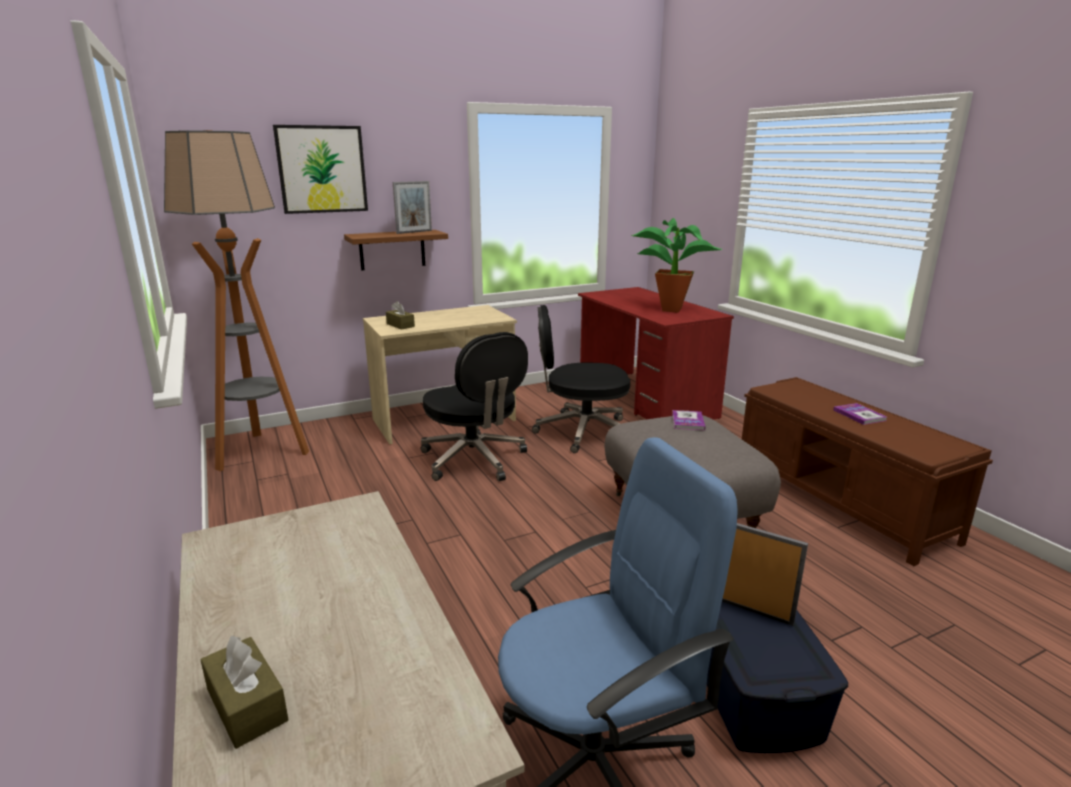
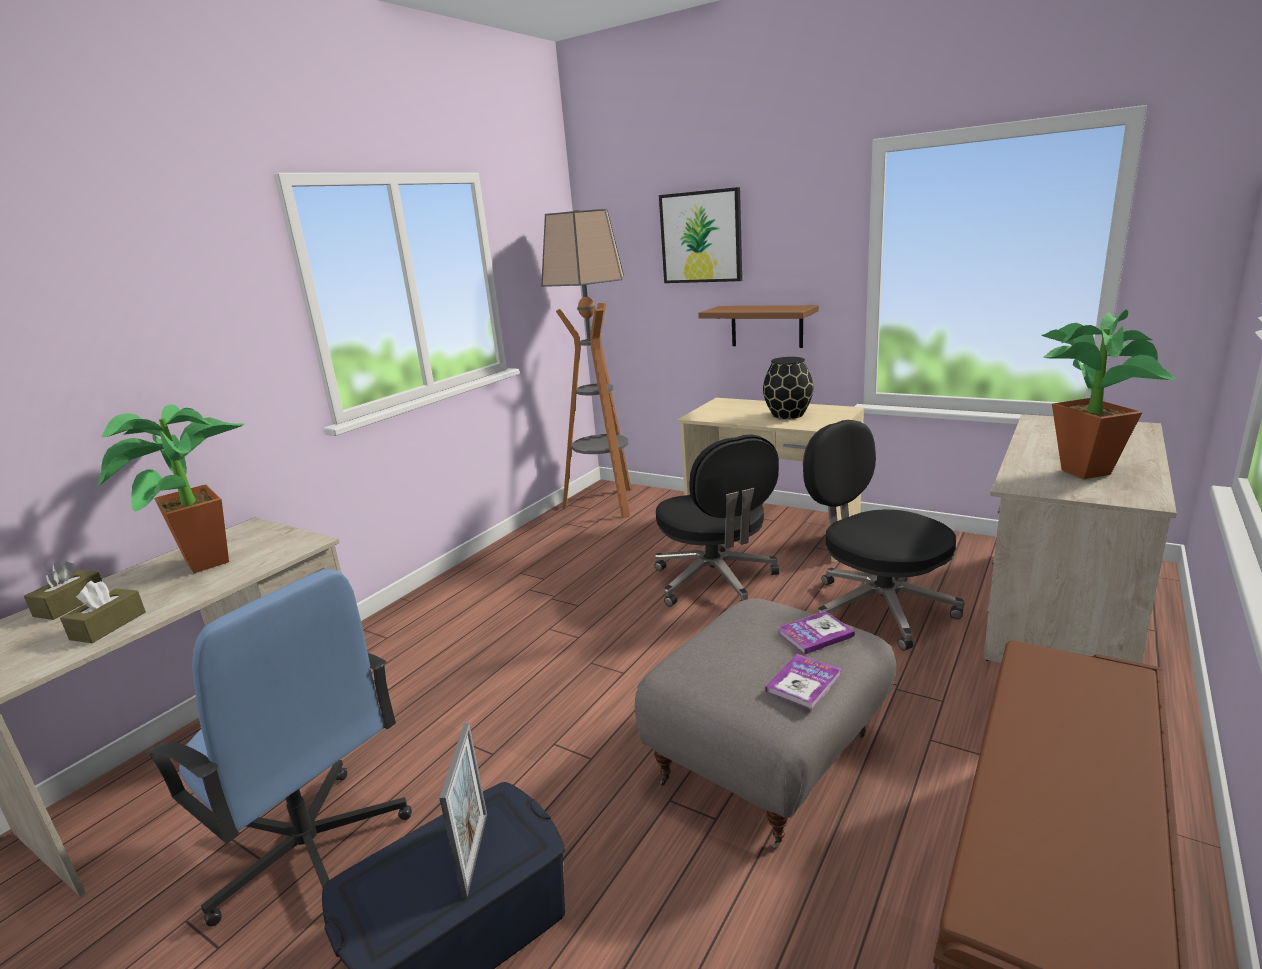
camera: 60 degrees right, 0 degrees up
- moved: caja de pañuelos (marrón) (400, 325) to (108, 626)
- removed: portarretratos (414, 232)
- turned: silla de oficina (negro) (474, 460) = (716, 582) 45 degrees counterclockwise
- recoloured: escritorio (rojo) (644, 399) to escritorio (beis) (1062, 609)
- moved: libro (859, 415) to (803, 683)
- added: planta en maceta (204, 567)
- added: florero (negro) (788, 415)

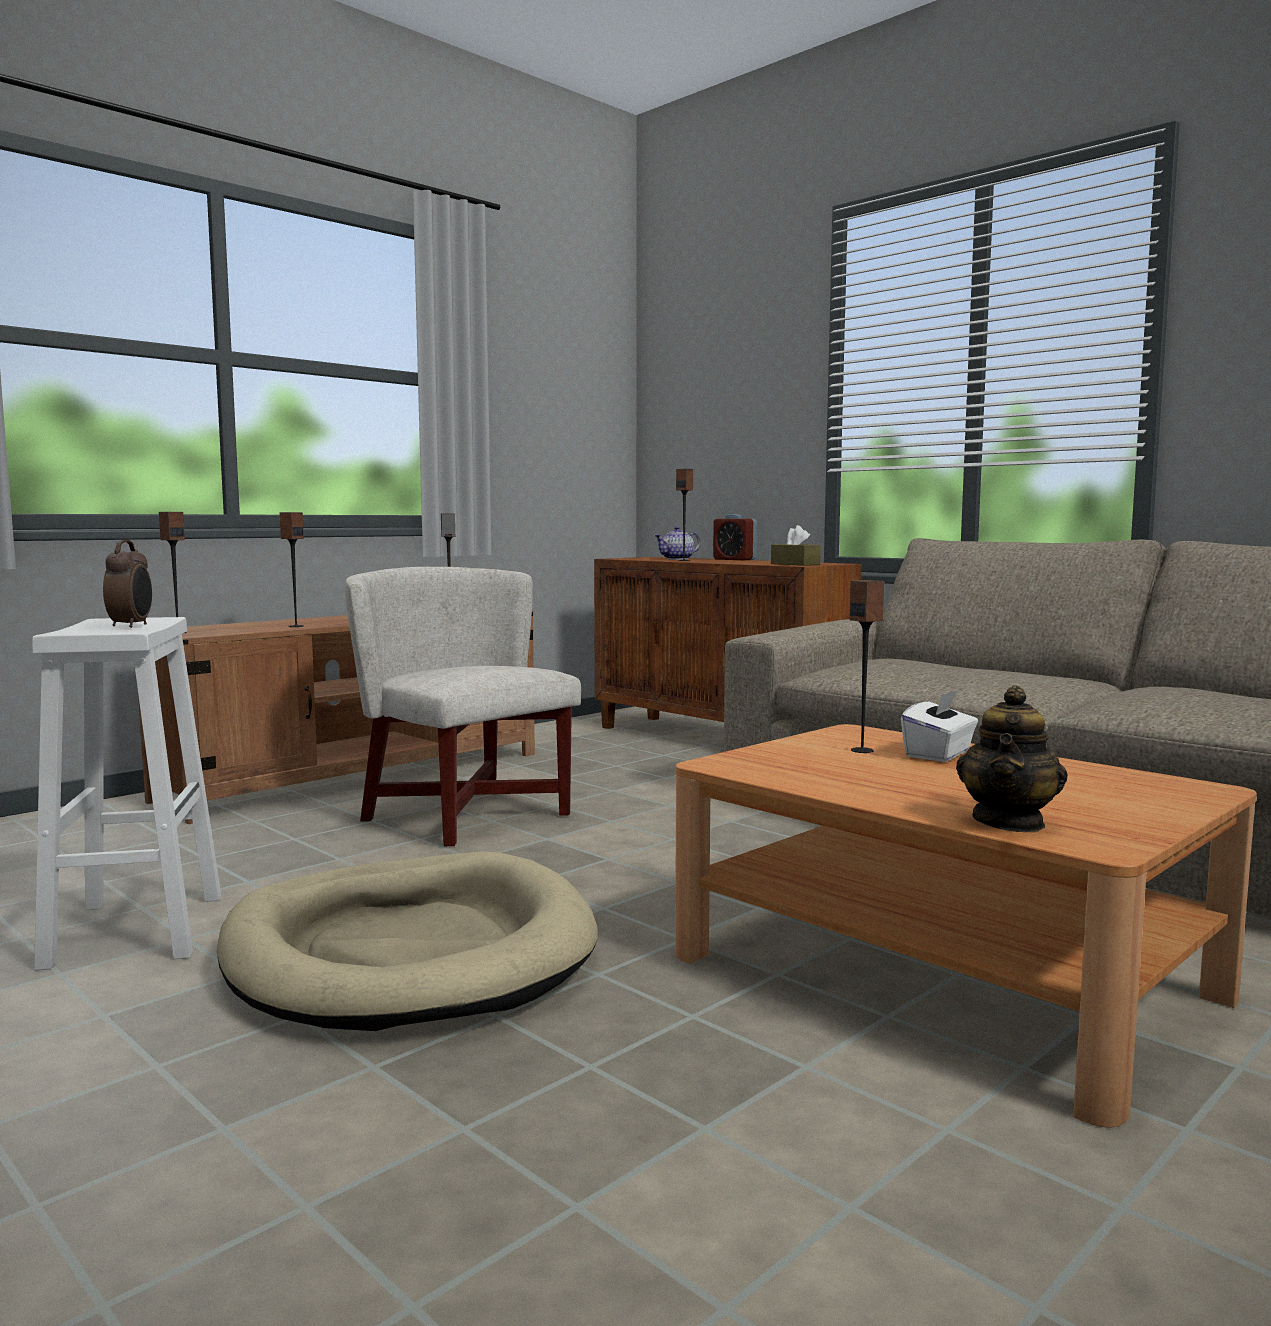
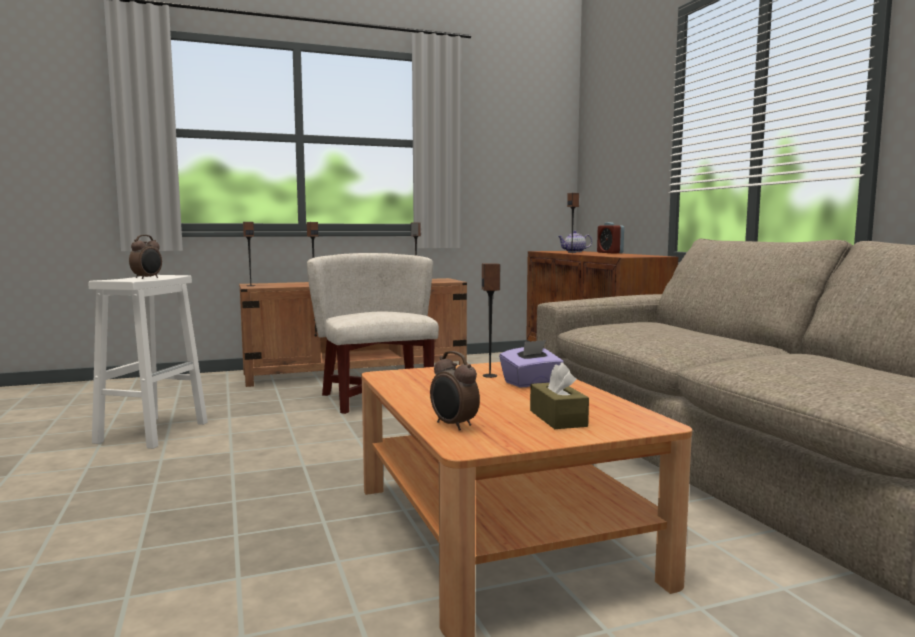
camera: 25 degrees right, 0 degrees up
- removed: cama para perro (beis) (409, 952)
- moved: caja de pañuelos (marrón) (795, 564) to (558, 418)
- recoloured: caja de pañuelos (blanco) (939, 754) to caja de pañuelos (morado) (531, 383)
- replaced: tetera (1009, 822) to despertador (453, 425)

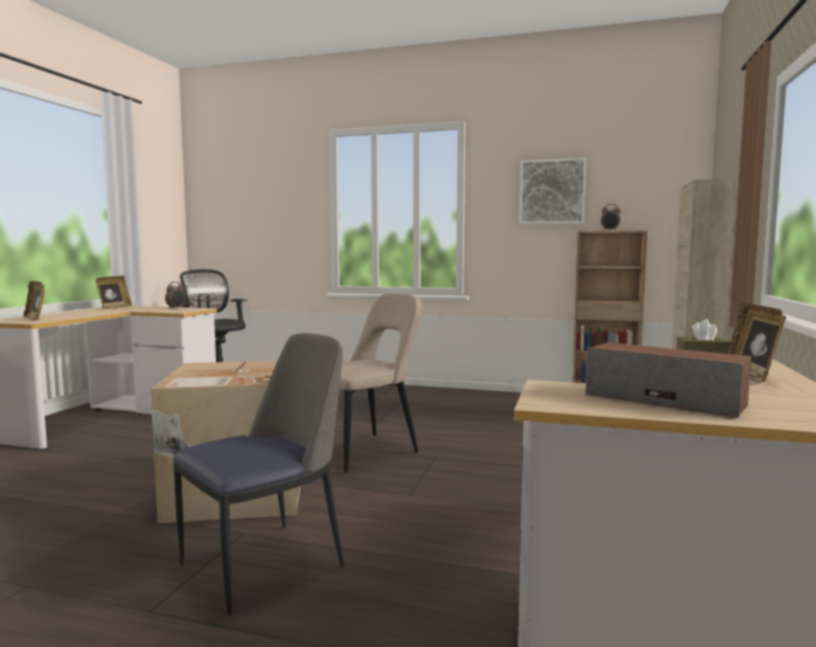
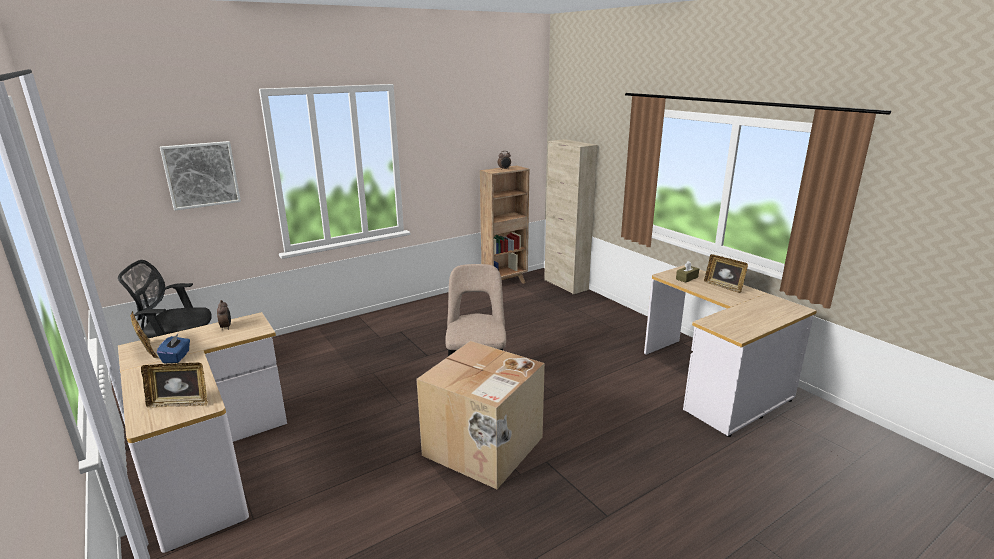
camera: 50 degrees left, 15 degrees up
- removed: silla (267, 564)
- moved: cuadro (552, 192) to (201, 175)
- removed: altavoz (664, 400)
- added: caja de pañuelos (azul) (176, 357)

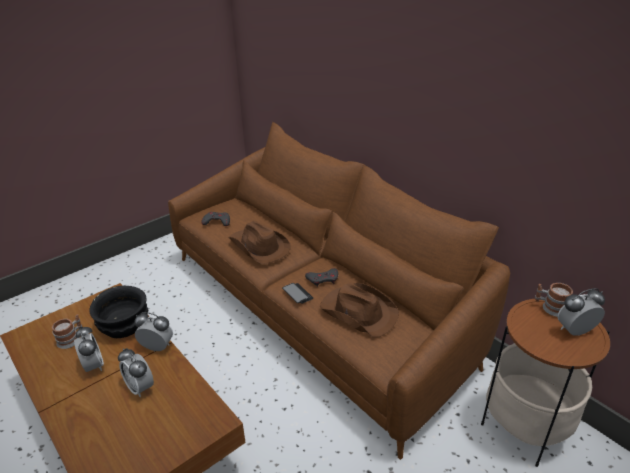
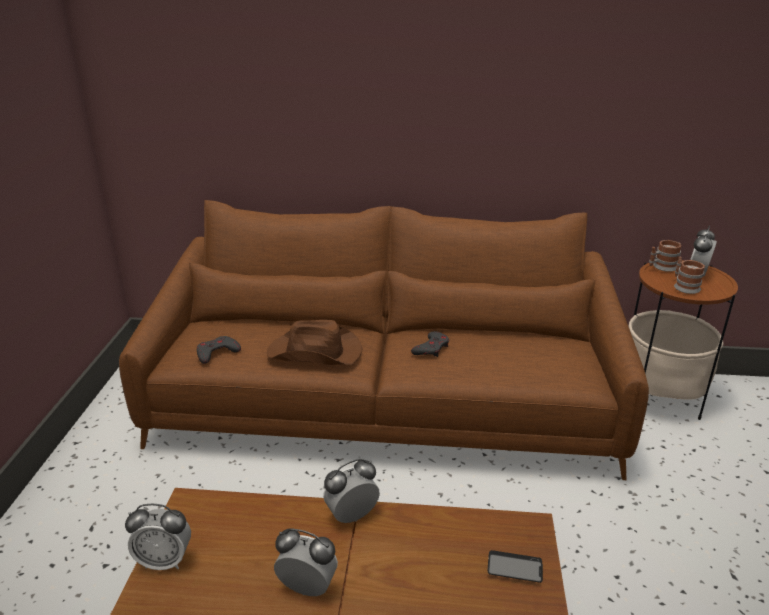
camera: 45 degrees left, 5 degrees down
- moved: taza grande (71, 339) to (684, 286)
- removed: cuenco (negro) (125, 326)
- moved: despertador (140, 387) to (165, 561)
- moved: móvil (297, 294) to (514, 567)
- removed: sombrero (marrón) (358, 311)

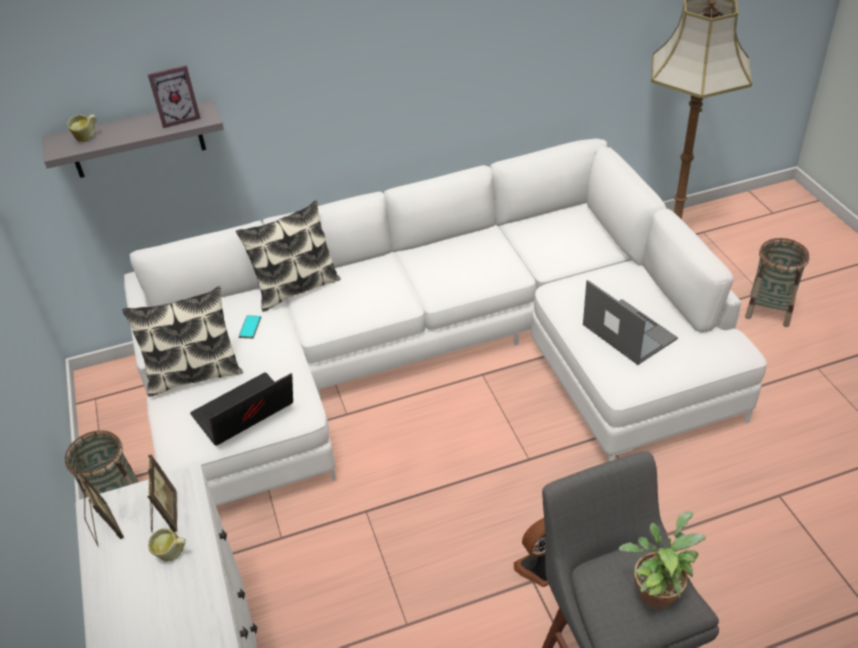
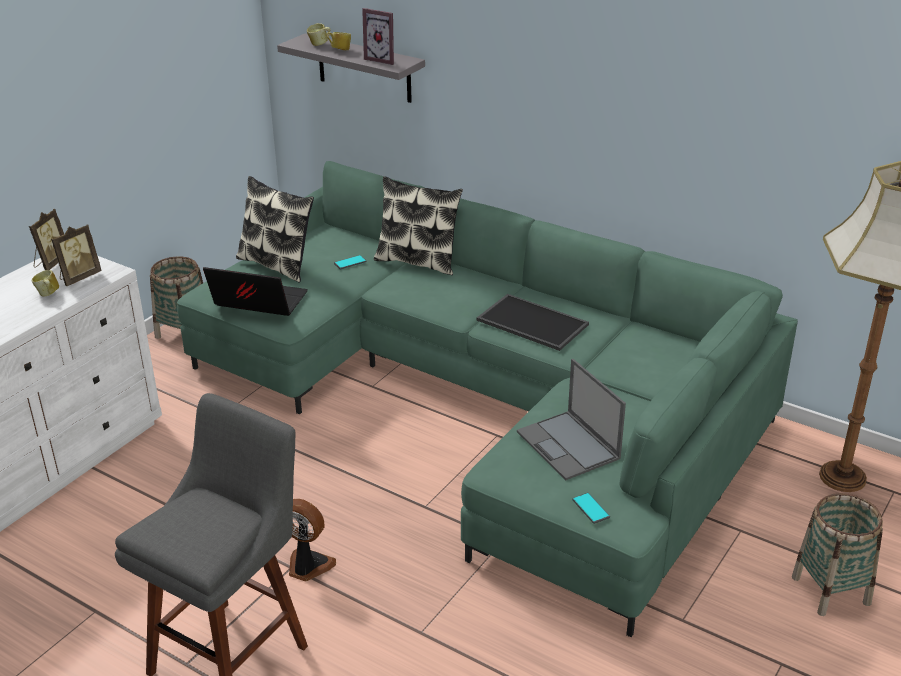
camera: 50 degrees right, 10 degrees down
- recoloured: sofá (blanco) (439, 359) to sofá (verde) (488, 403)
- turned: portátil (628, 331) = (569, 446) 135 degrees clockwise
- removed: planta en maceta (656, 591)
- added: taza grande (339, 50)
- added: bandeja (530, 323)
- added: móvil (591, 508)

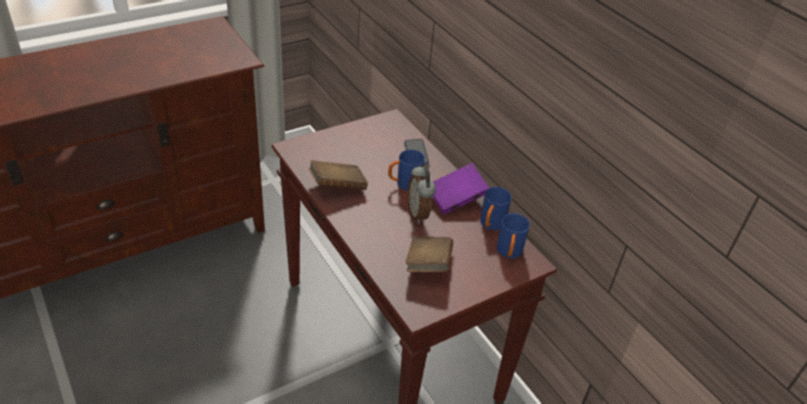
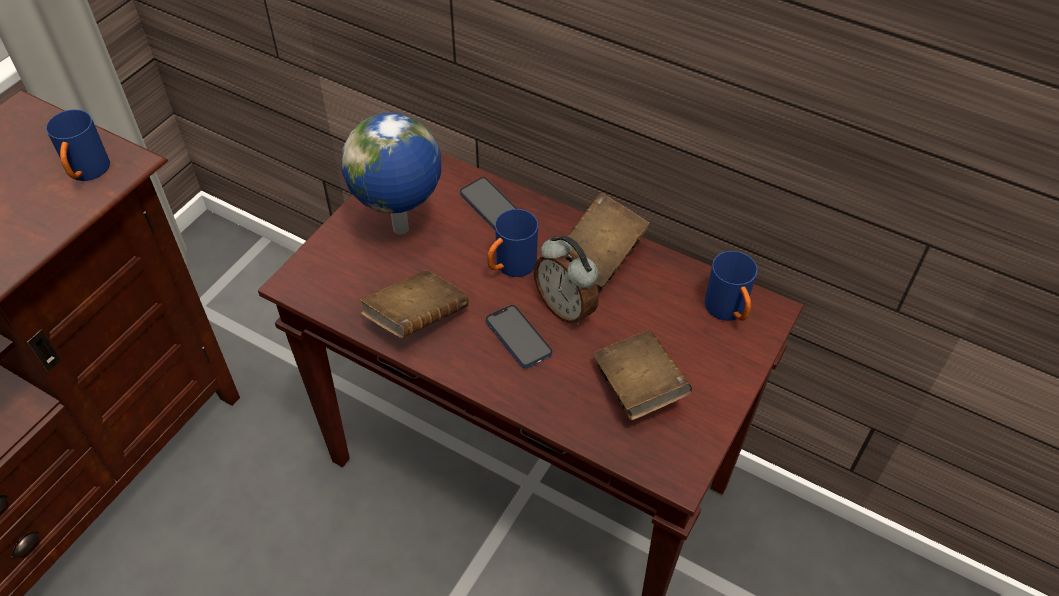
camera: 25 degrees left, 10 degrees up
- recoloured: libro (morado) (456, 199) to libro (marrón) (599, 257)
- moved: taza grande (azul) (490, 225) to (87, 173)
- added: globo terráqueo (402, 230)
- added: móvil (518, 337)

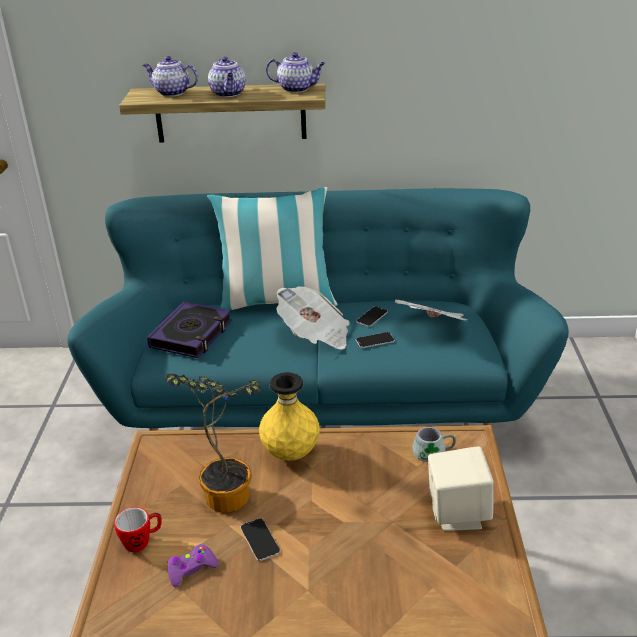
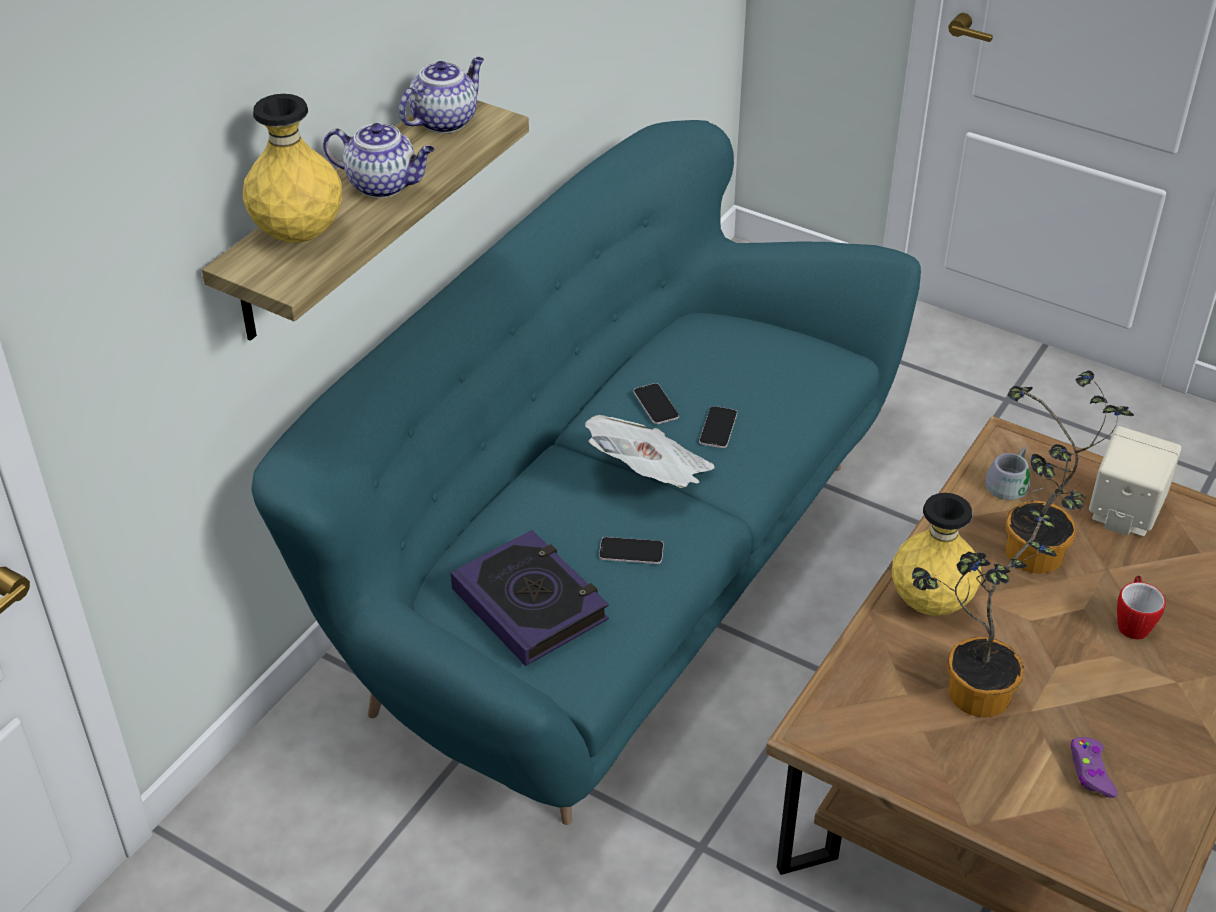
camera: 60 degrees left, 10 degrees up
- moved: taza grande (142, 541) to (1132, 622)
- replaced: tetera (171, 93) to florero (amarillo) (298, 235)
- removed: cojín (277, 300)
- moved: móvil (260, 540) to (631, 551)
- removed: periódico (433, 327)
- added: planta en maceta (1034, 560)

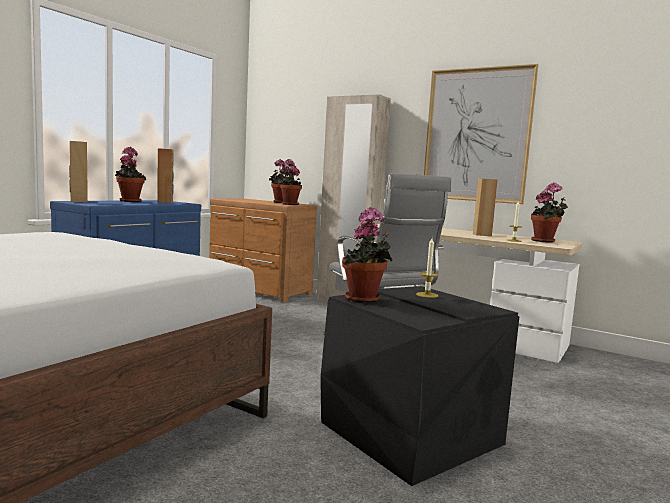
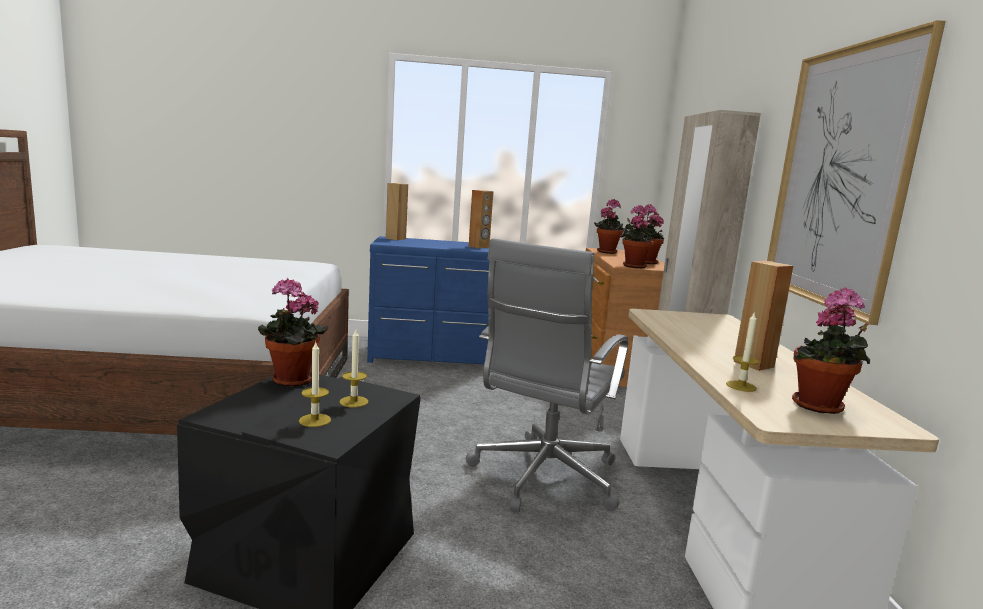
camera: 55 degrees right, 5 degrees up
- moved: planta en maceta (129, 201) to (607, 252)
- added: vela (315, 420)

